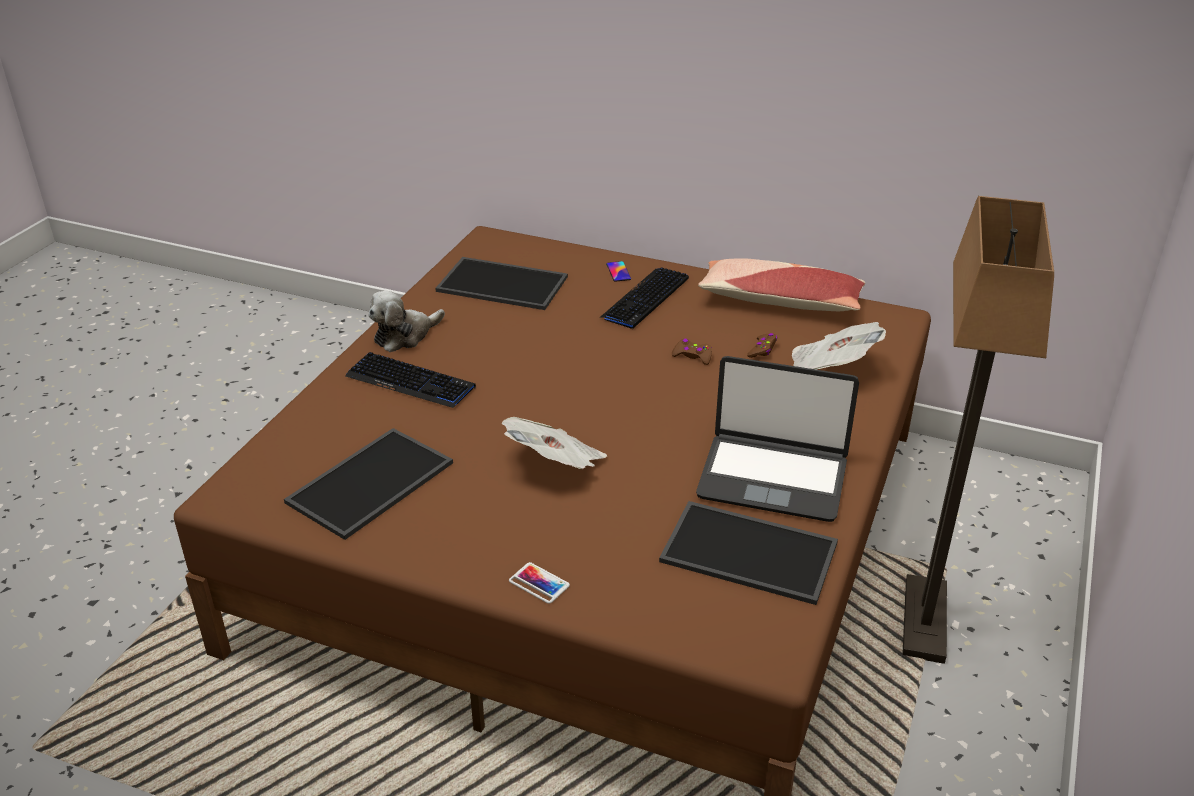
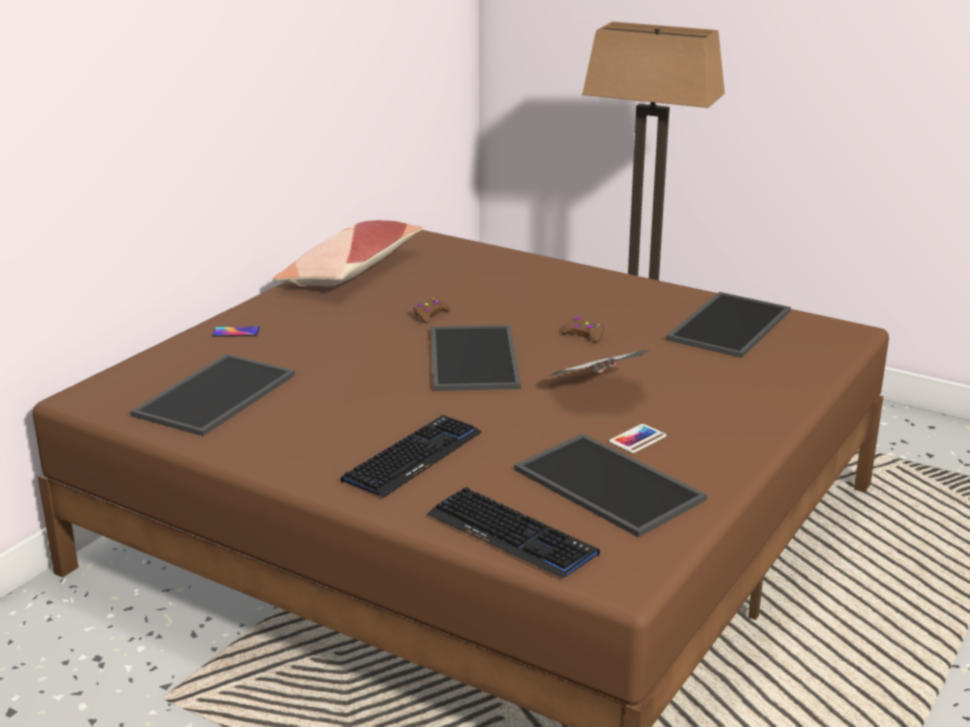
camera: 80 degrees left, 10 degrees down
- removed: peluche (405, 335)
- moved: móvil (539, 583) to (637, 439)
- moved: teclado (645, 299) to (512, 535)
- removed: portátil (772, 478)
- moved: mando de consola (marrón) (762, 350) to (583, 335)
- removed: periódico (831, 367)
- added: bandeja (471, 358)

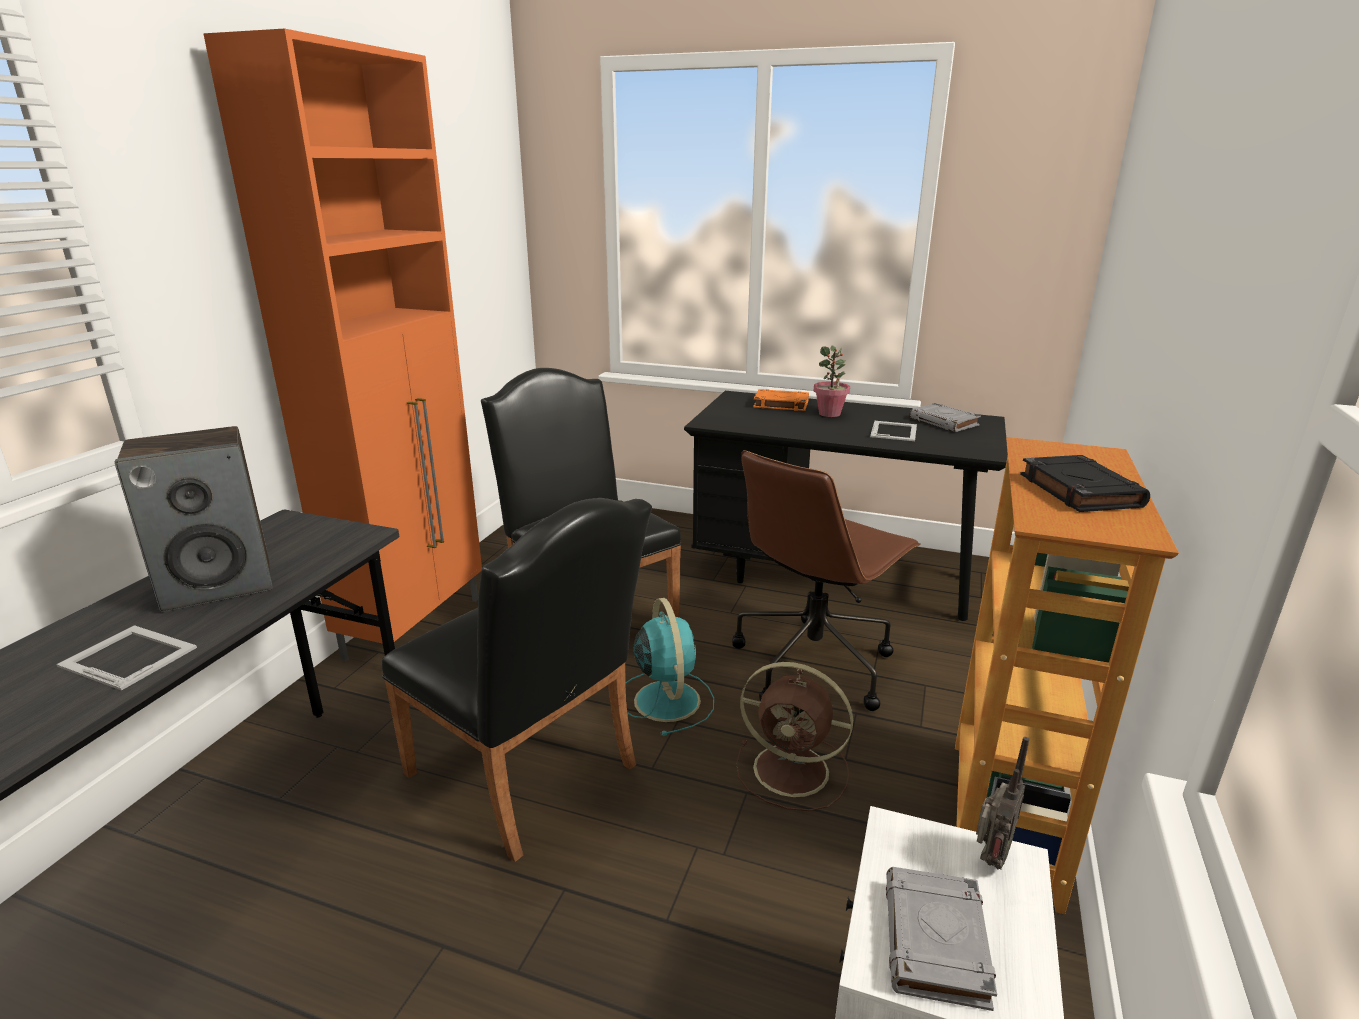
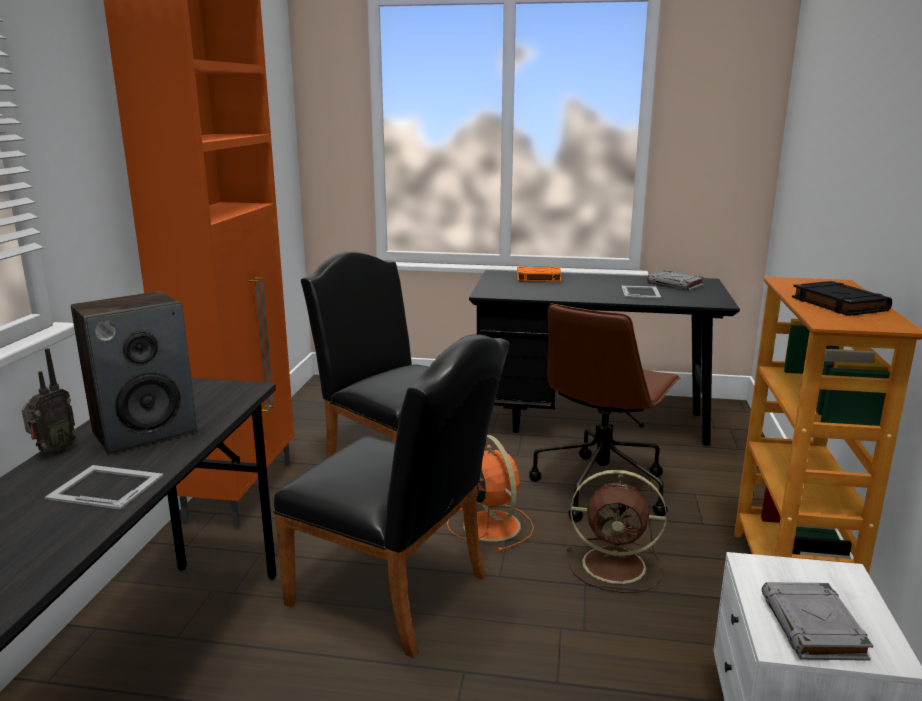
camera: 10 degrees left, 5 degrees down
- recoloured: ventilador (turquesa) (666, 699) to ventilador (naranja) (490, 524)
- removed: planta en maceta (829, 414)
- moved: radio (989, 859) to (53, 452)

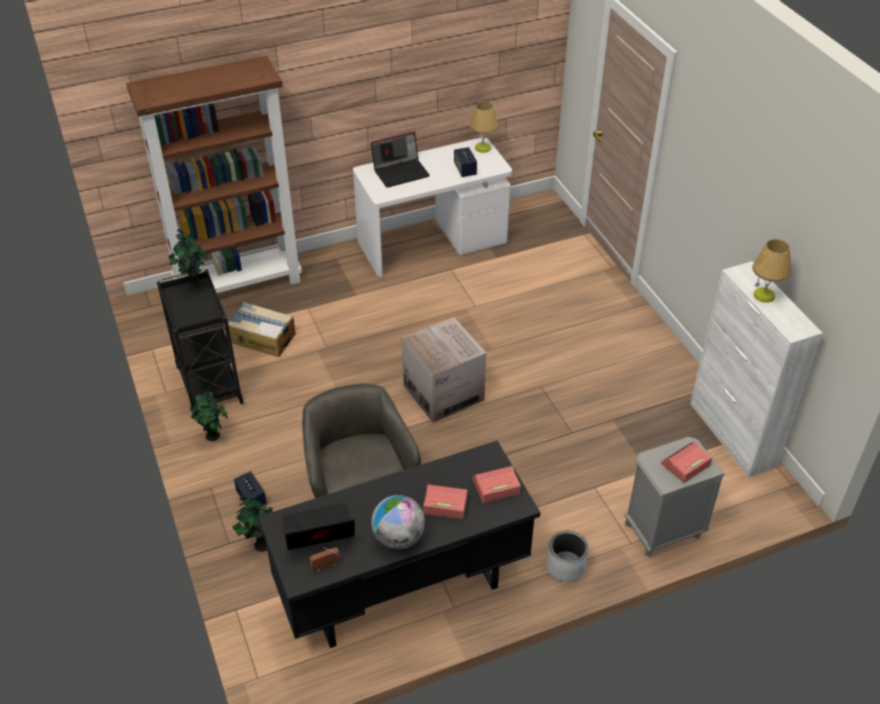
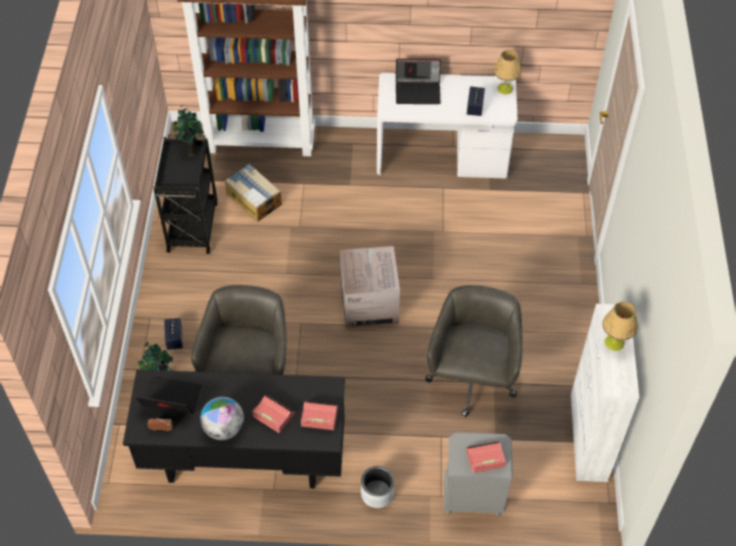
camera: 25 degrees right, 10 degrees up
- removed: planta en maceta (214, 436)
- added: silla de oficina (gris) (471, 380)

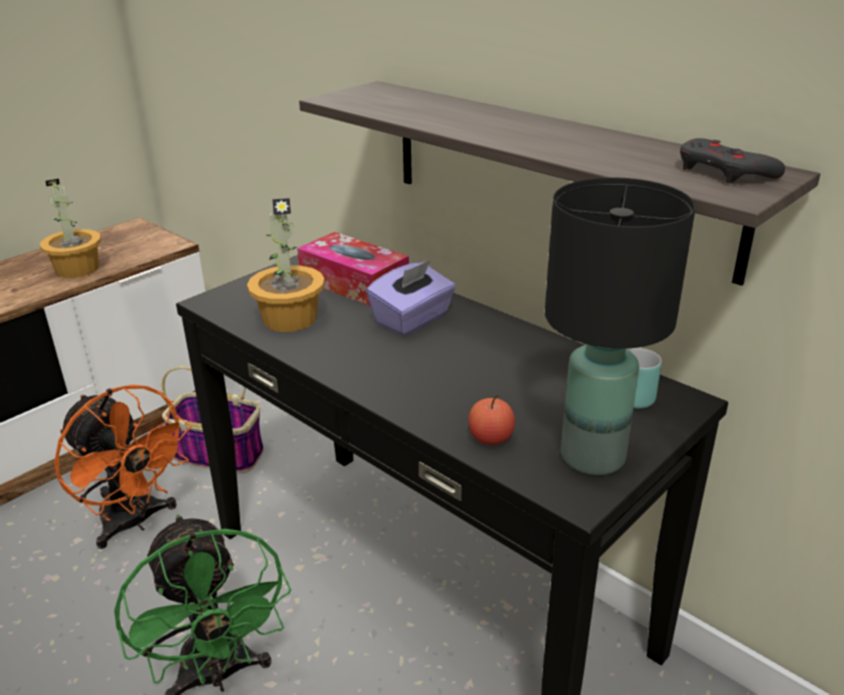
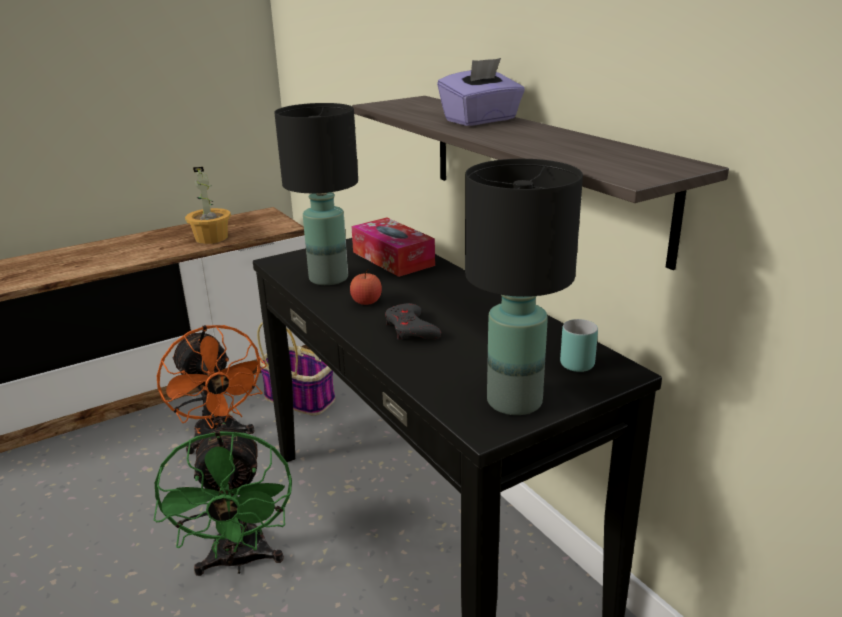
camera: 15 degrees right, 5 degrees down
- replaced: planta en maceta (290, 318) to lámpara de mesa (negro) (329, 278)
- moved: caja de pañuelos (morado) (412, 319) to (481, 120)
- moved: manzana (490, 438) to (366, 302)
- moved: mando de consola (gris) (724, 171) to (411, 329)

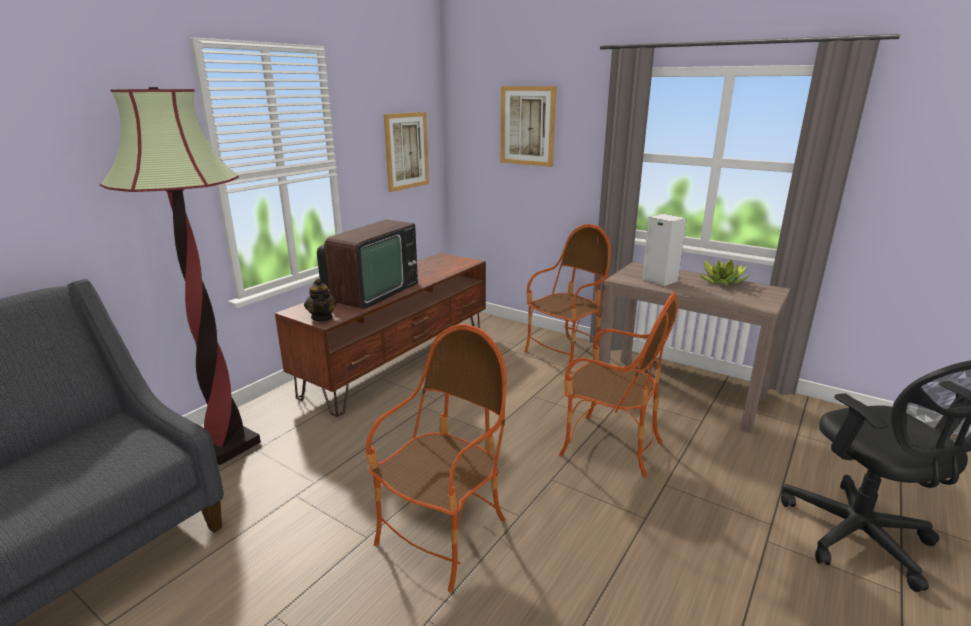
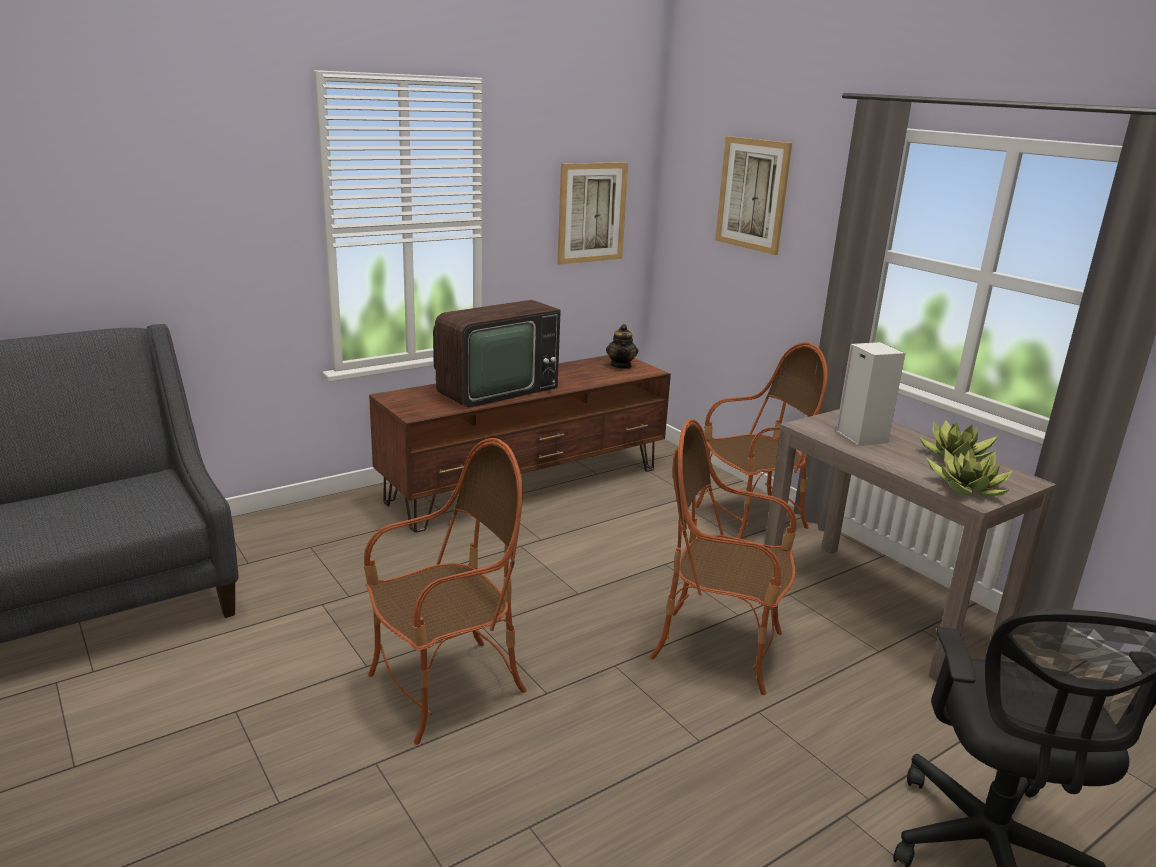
camera: 20 degrees right, 0 degrees up
- removed: lámpara de pie (227, 445)
- moved: tetera (322, 318) to (621, 365)
- turned: sillón (609, 446) = (719, 648) 150 degrees clockwise
- added: planta en maceta (966, 488)

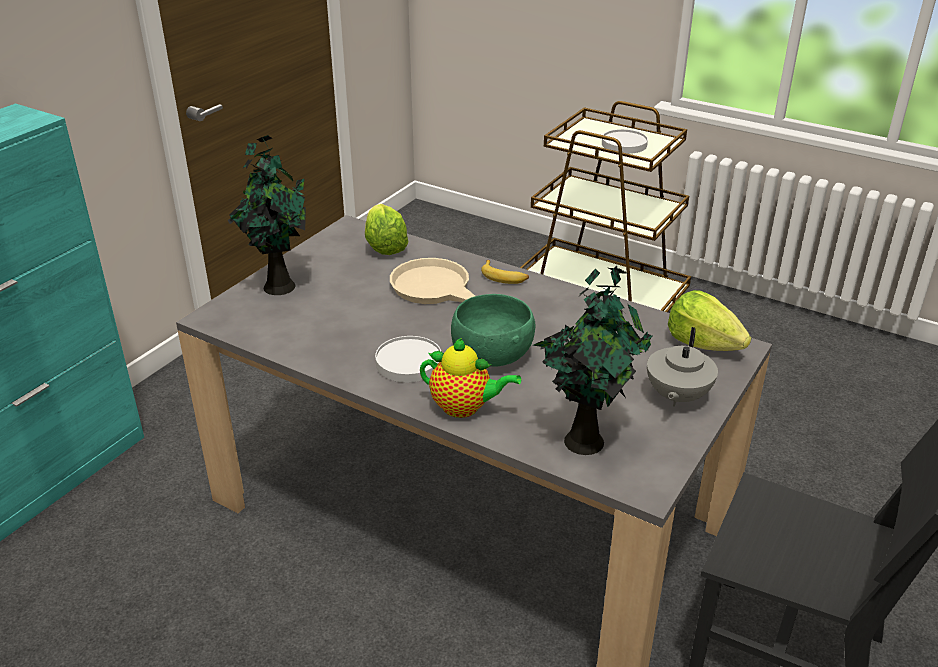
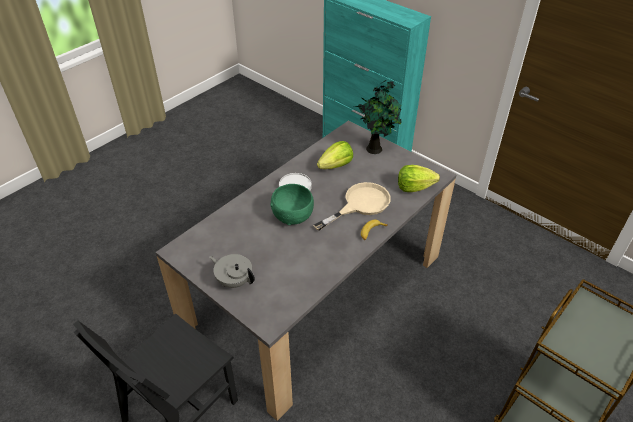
camera: 100 degrees right, 10 degrees up
- removed: tetera (464, 408)
- removed: planta en maceta (585, 439)
- removed: plato (blanco) (624, 144)
- moved: lechuga (703, 343) to (336, 166)

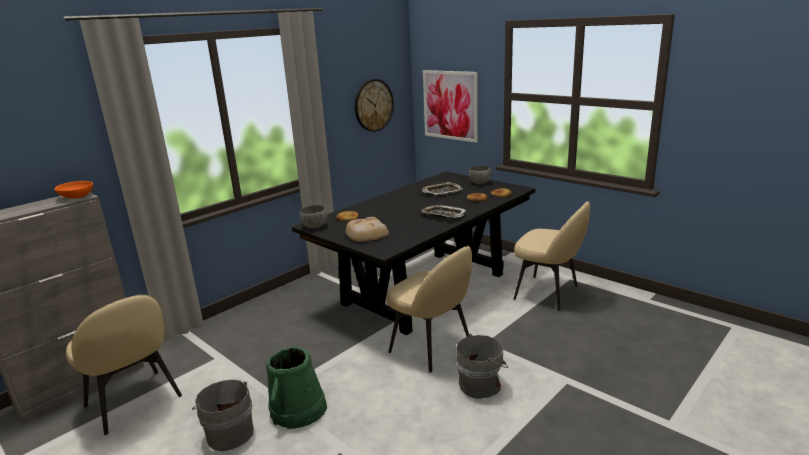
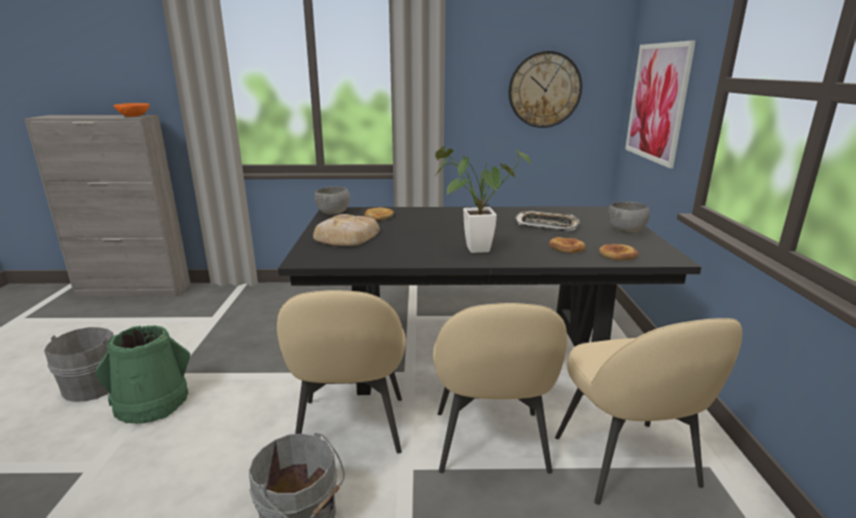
camera: 45 degrees right, 0 degrees up
- moved: silla (beis) (134, 402) to (490, 443)
- replaced: bandeja (443, 215) to planta en maceta (471, 250)

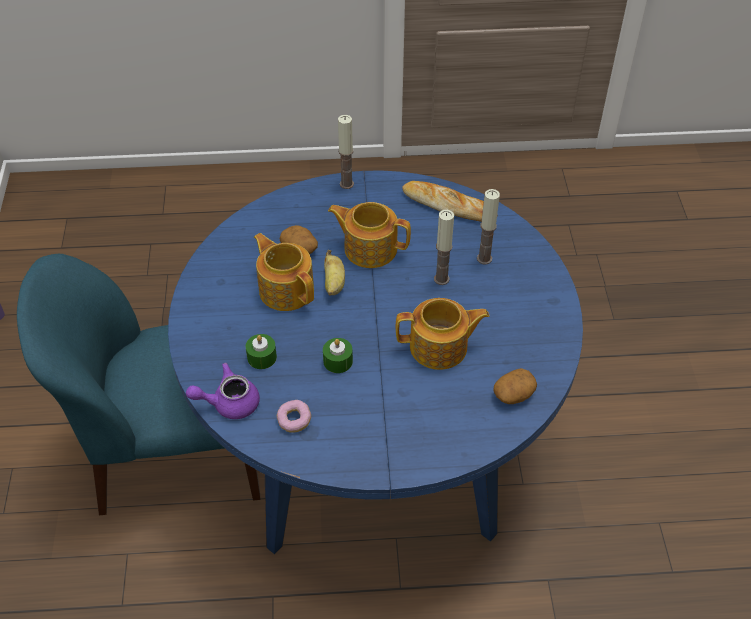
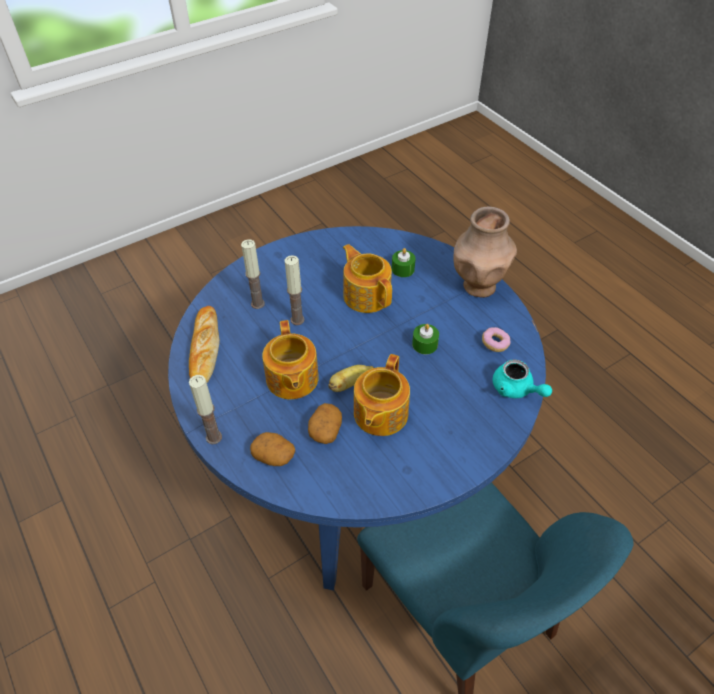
camera: 120 degrees left, 0 degrees up
- recoloured: tetera (morado) (229, 403) to tetera (turquesa) (516, 389)
- moved: vela (verde) (262, 357) to (403, 269)
- moved: patata (513, 394) to (274, 455)
- added: florero (marrón) (478, 286)

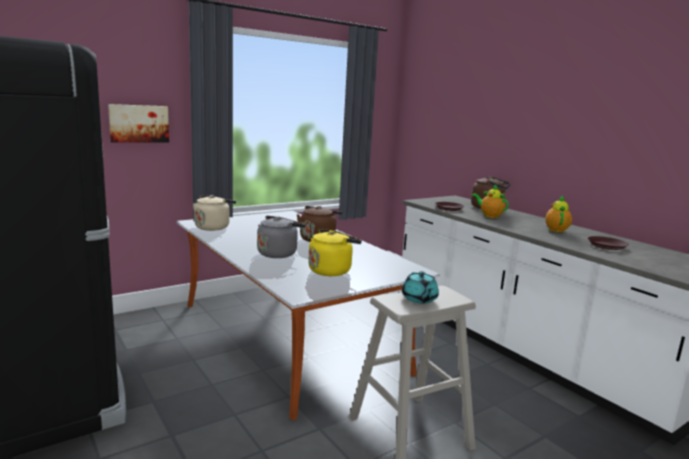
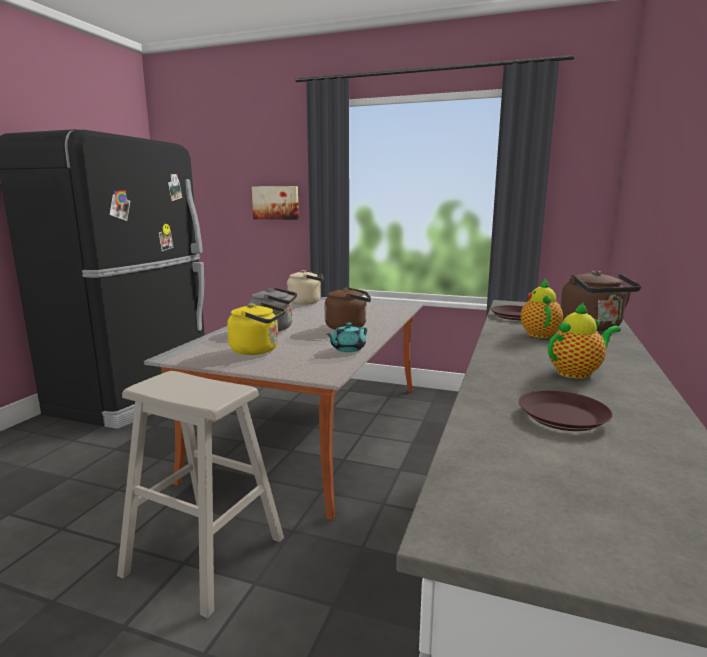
camera: 55 degrees right, 0 degrees up
- moved: tetera (turquesa) (419, 299) to (347, 349)

